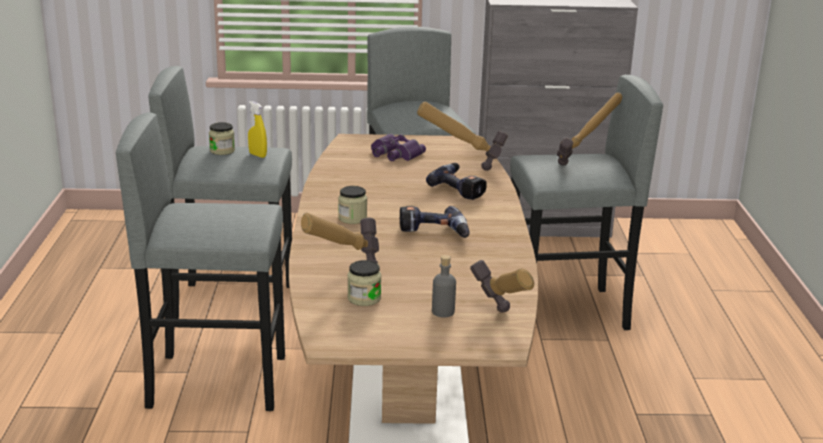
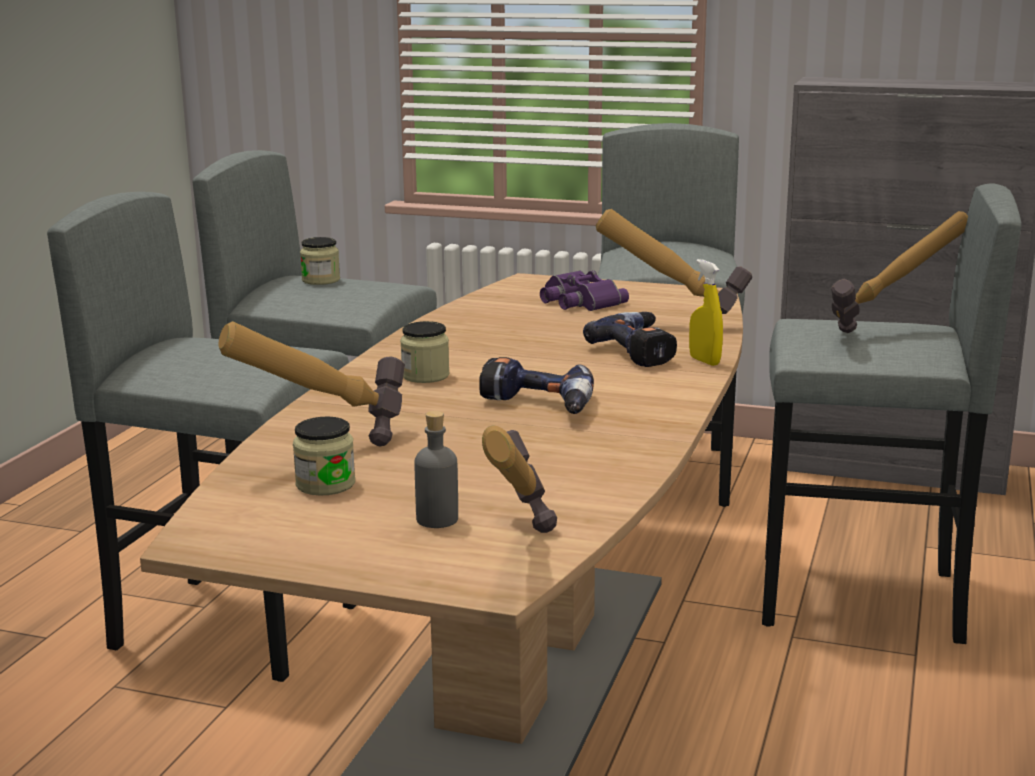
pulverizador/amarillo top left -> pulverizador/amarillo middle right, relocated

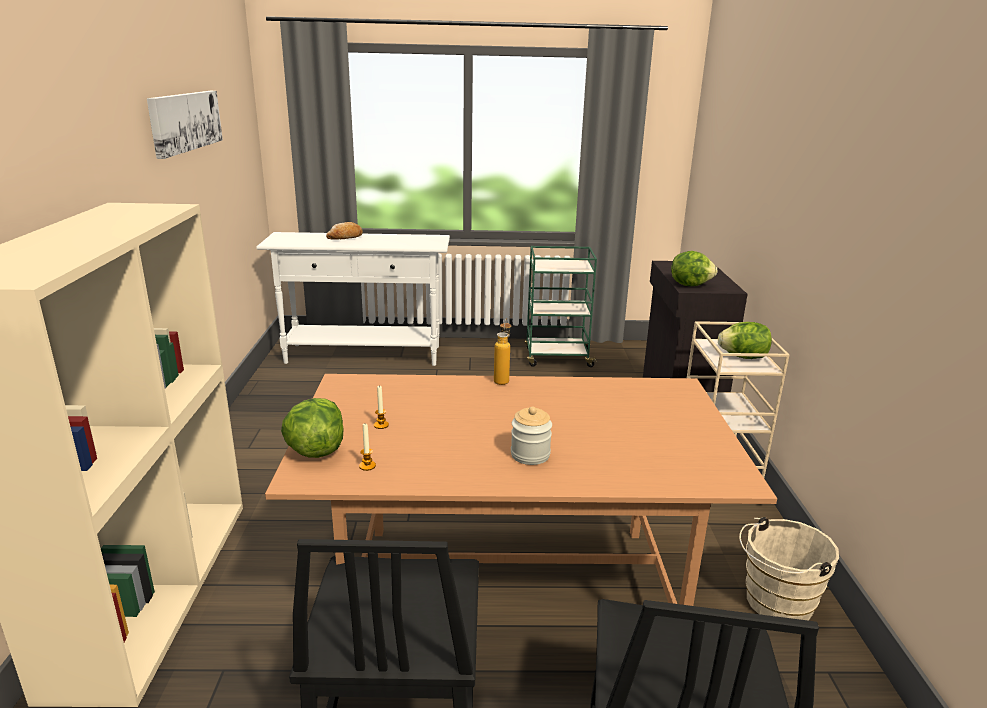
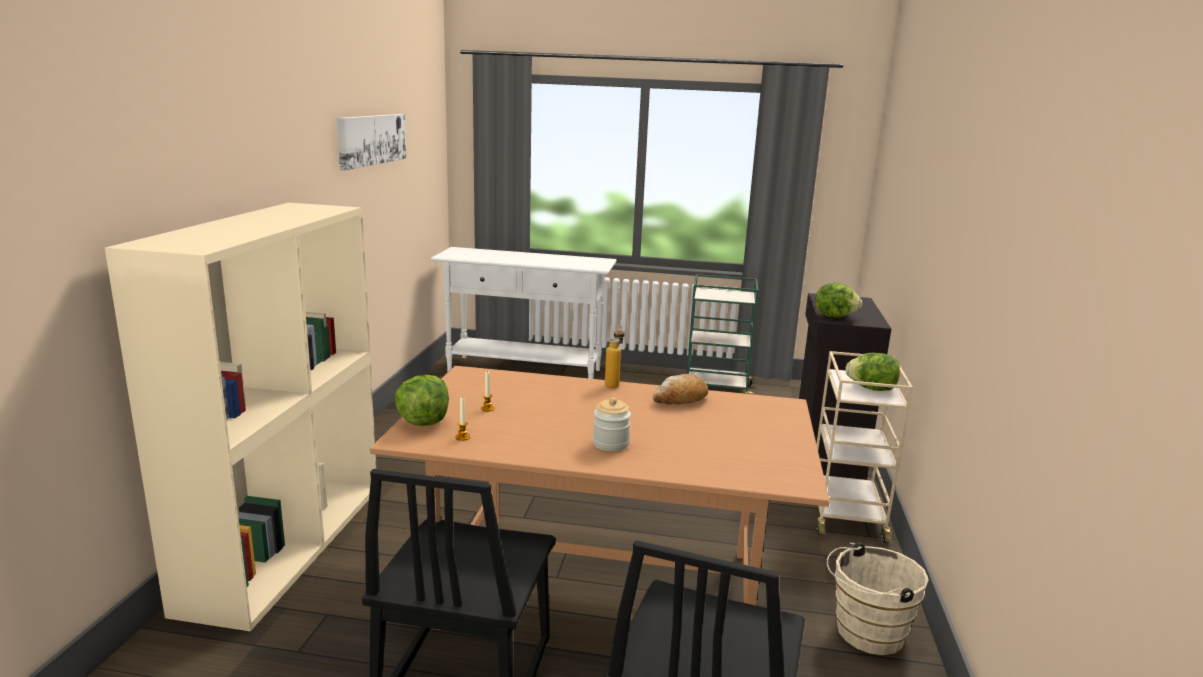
pan top centre -> pan centre, relocated

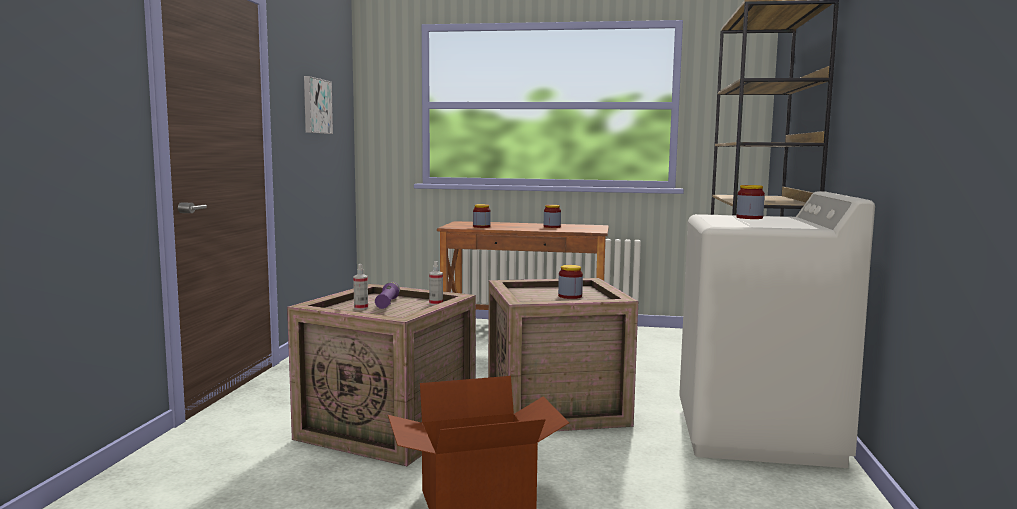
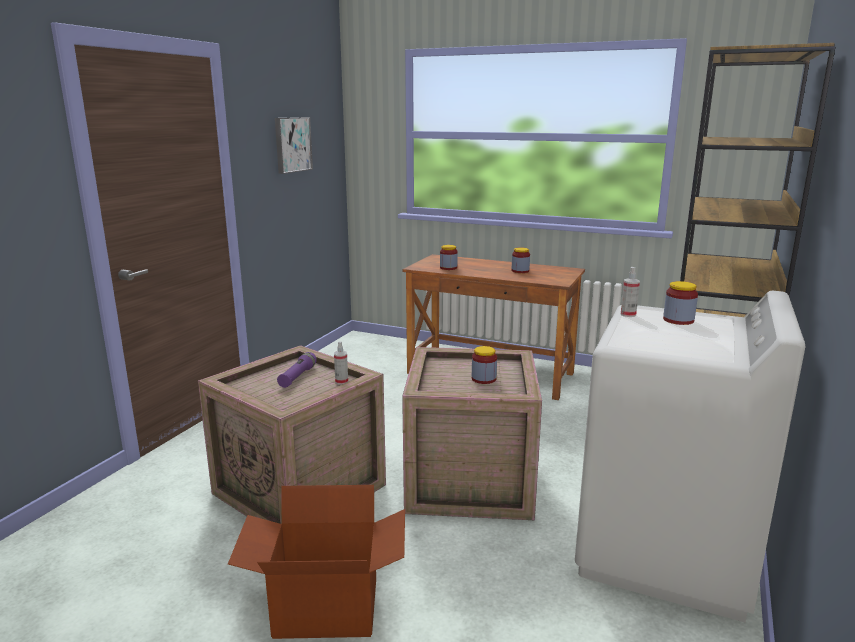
pulverizador (no. 1 from left in the first image) centre -> pulverizador (no. 2 from left) middle right, relocated

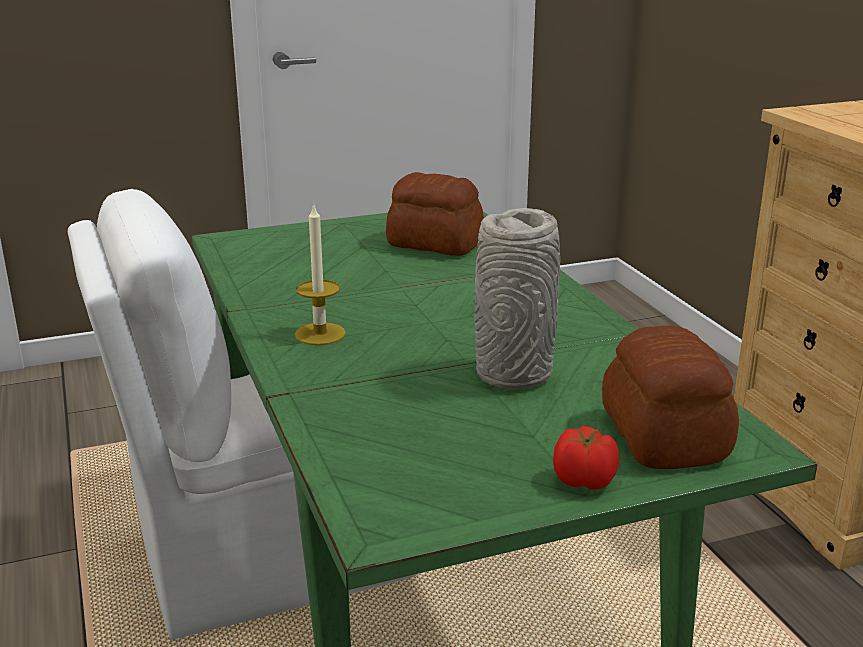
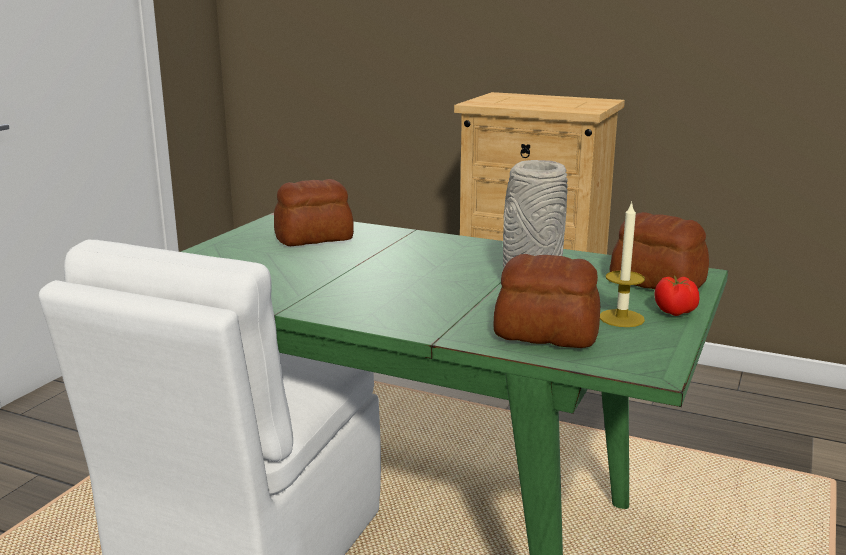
vela centre -> vela middle right, relocated
none -> pan (no. 2 from left) centre

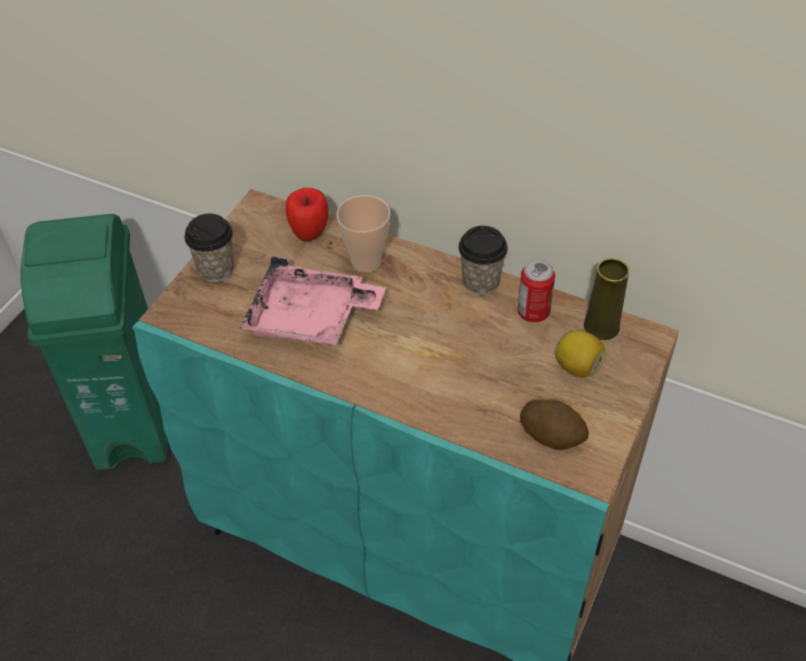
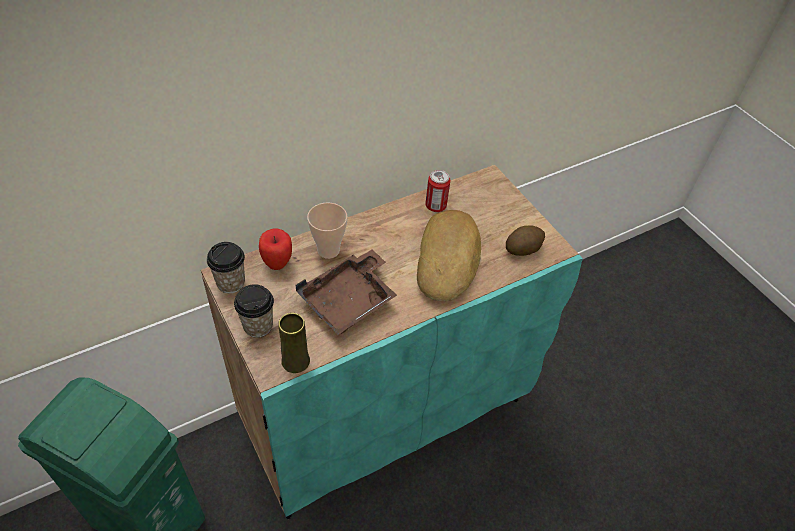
bandeja/rosa centre -> bandeja/marrón centre
taza (no. 3 from left in the first image) centre -> taza (no. 1 from left) middle left, relocated
limón middle right -> none
florero/amarillo middle right -> florero/amarillo centre, relocated
none -> pan centre

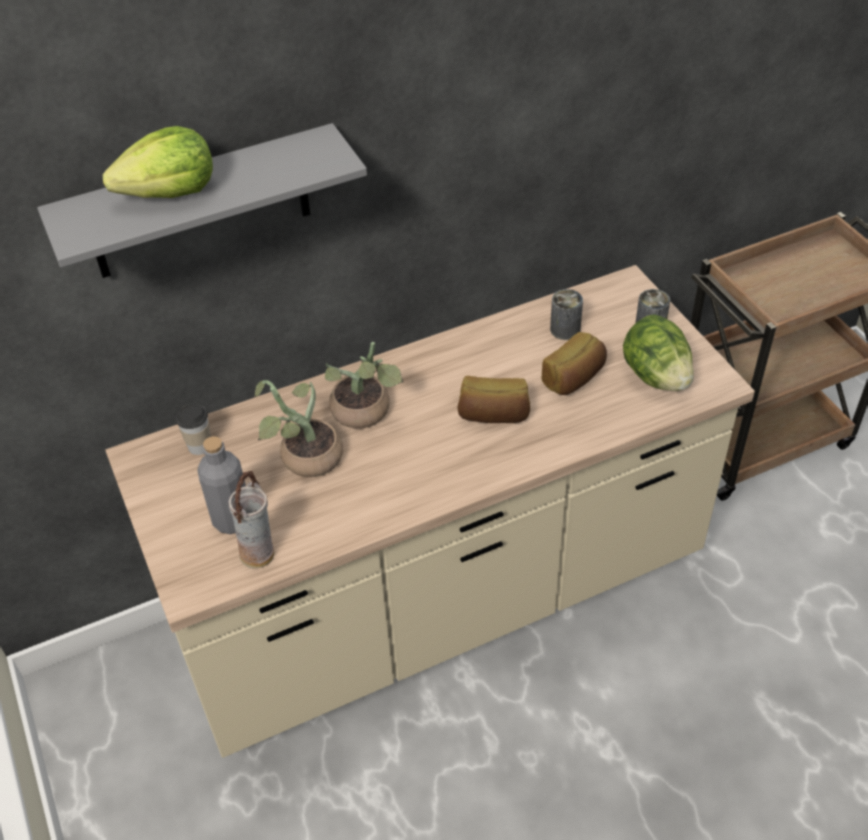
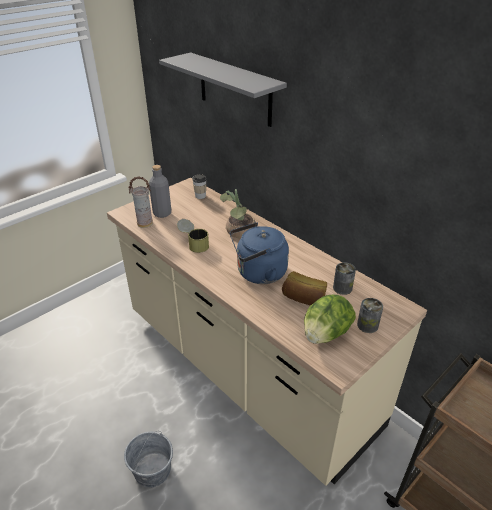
lechuga (no. 1 from left) top left -> none
planta en maceta (no. 1 from left) centre -> none
pan (no. 1 from left) centre -> hervidor/azul centre
none -> cubo/gris bottom left
none -> lata (no. 1 from left) centre

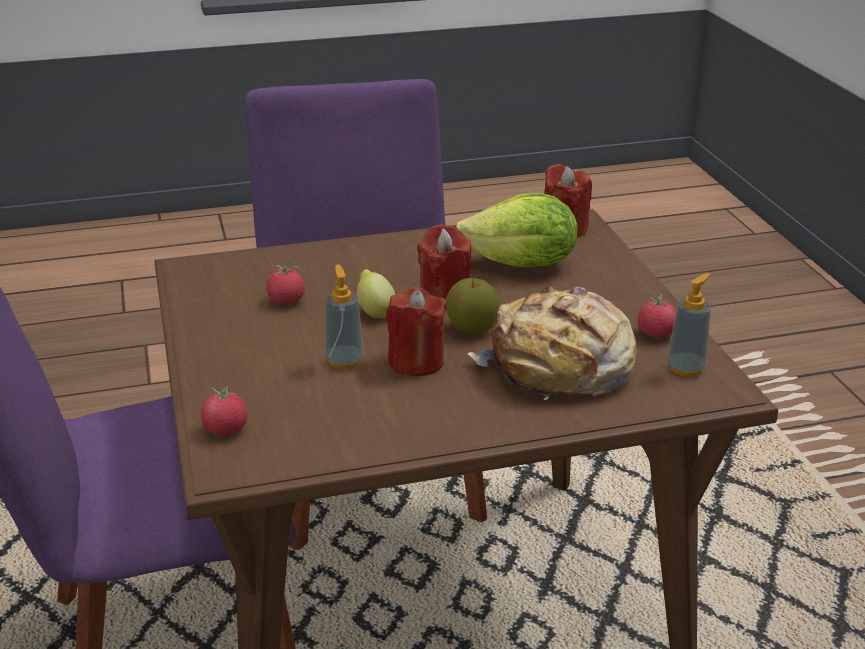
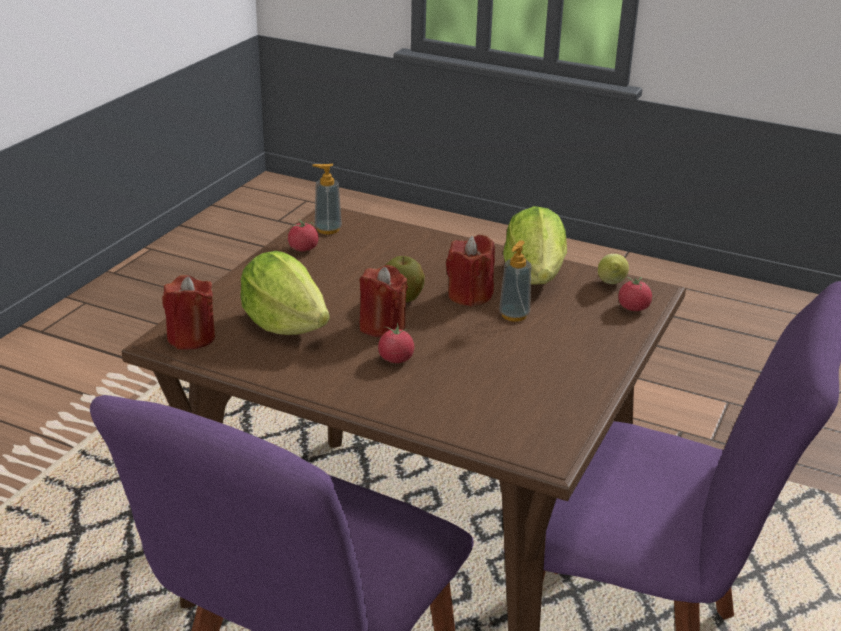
tomate (no. 2 from left) middle left -> tomate (no. 2 from left) centre, relocated
limón centre -> limón middle right, relocated
pan centre -> none
none -> lechuga (no. 2 from left) centre

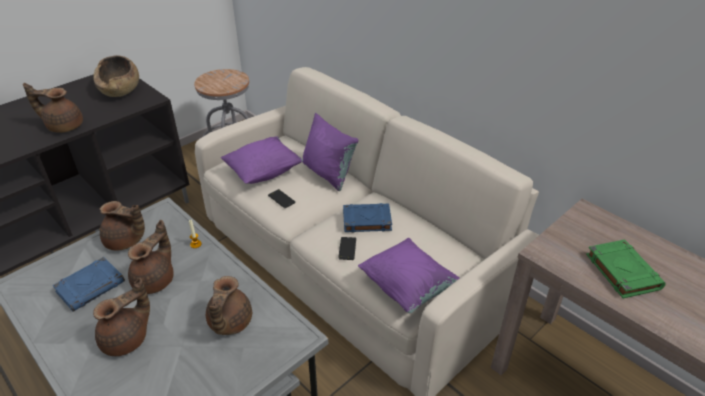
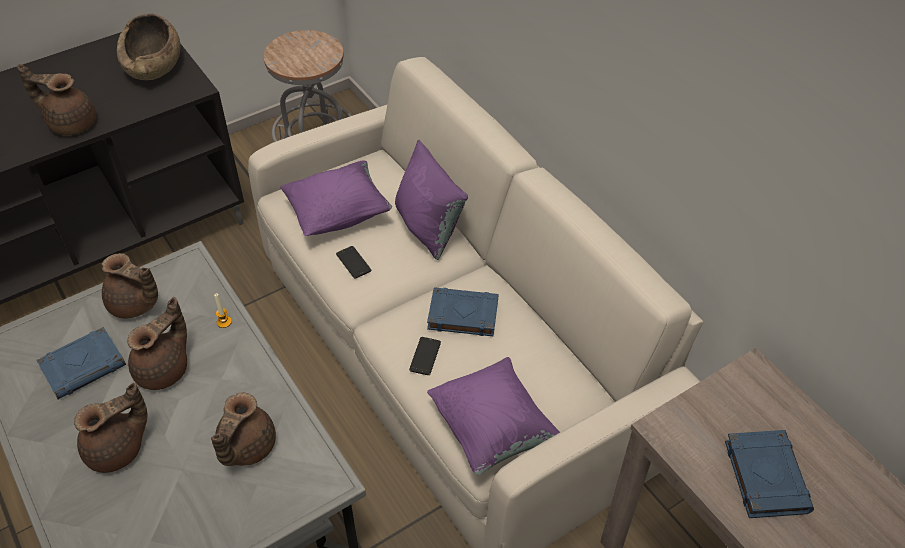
libro/verde bottom right -> libro/azul (no. 3 from left) bottom right

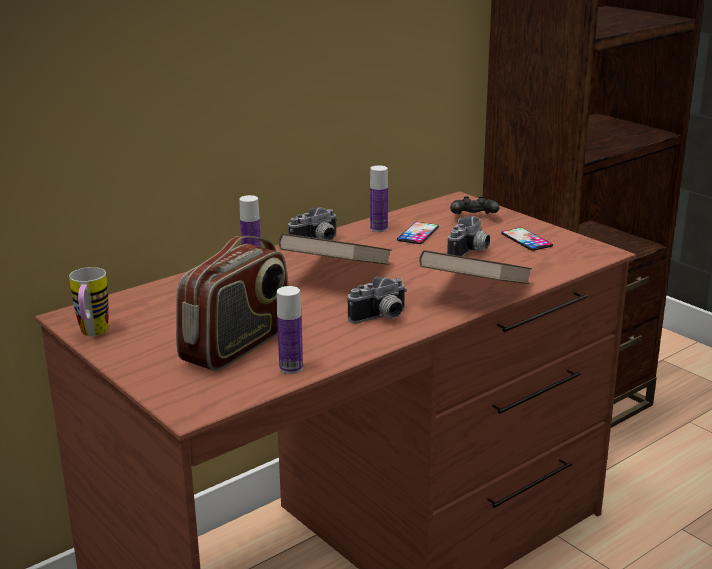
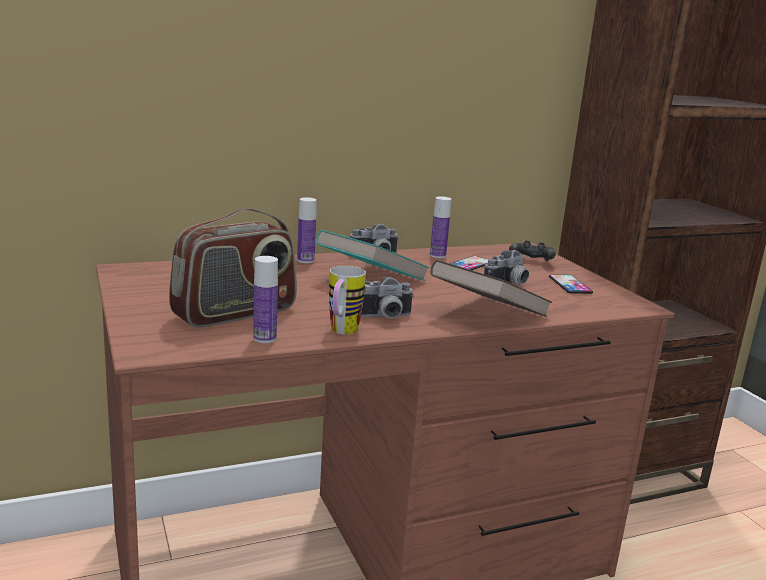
taza grande middle left -> taza grande centre, relocated
libro/marrón (no. 1 from left) centre -> libro/turquesa centre

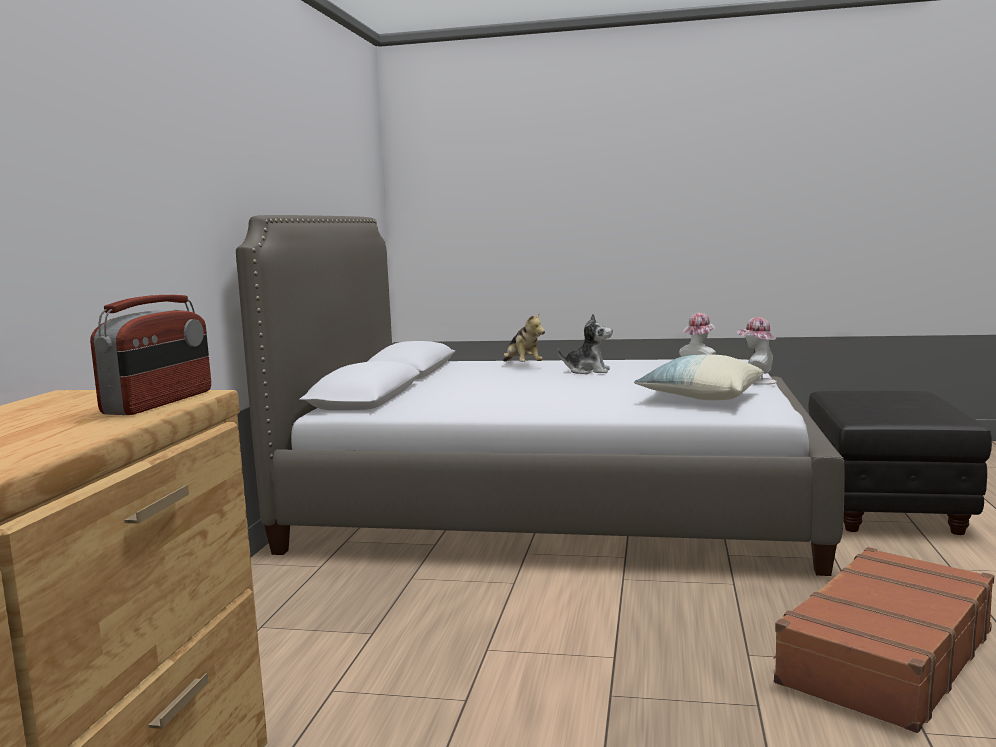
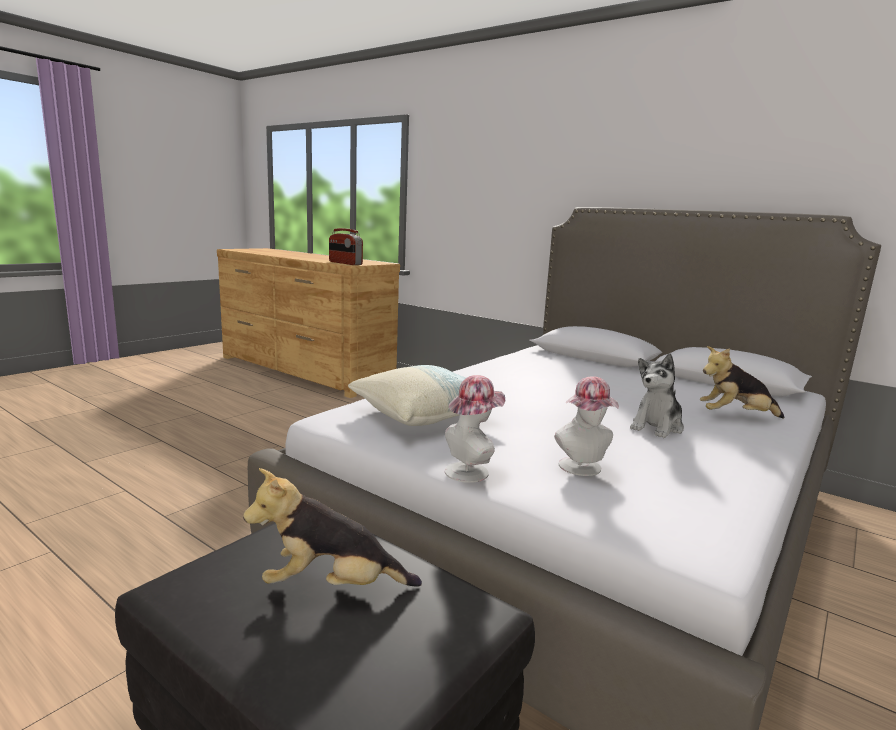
maleta/marrón bottom right -> none
none -> peluche (no. 1 from left) bottom centre

